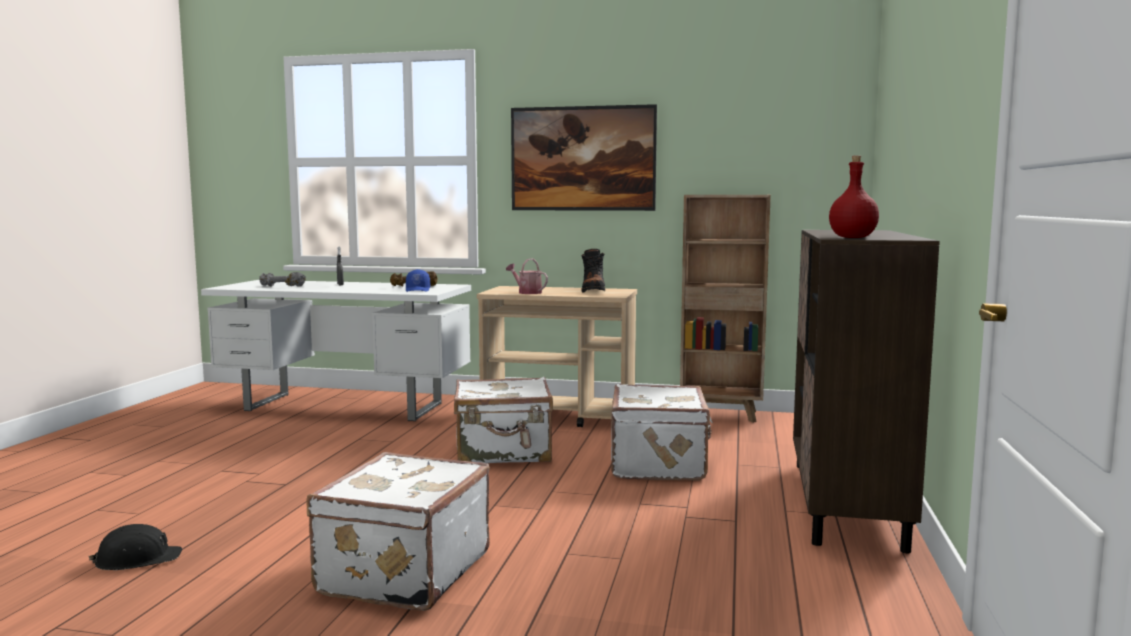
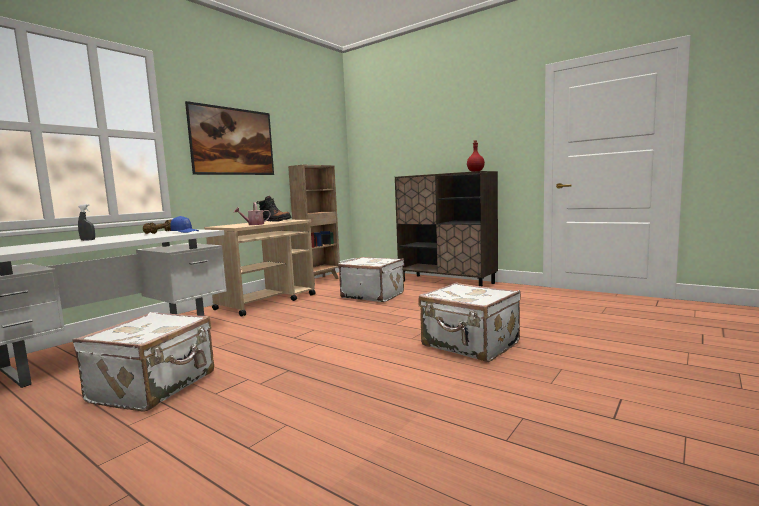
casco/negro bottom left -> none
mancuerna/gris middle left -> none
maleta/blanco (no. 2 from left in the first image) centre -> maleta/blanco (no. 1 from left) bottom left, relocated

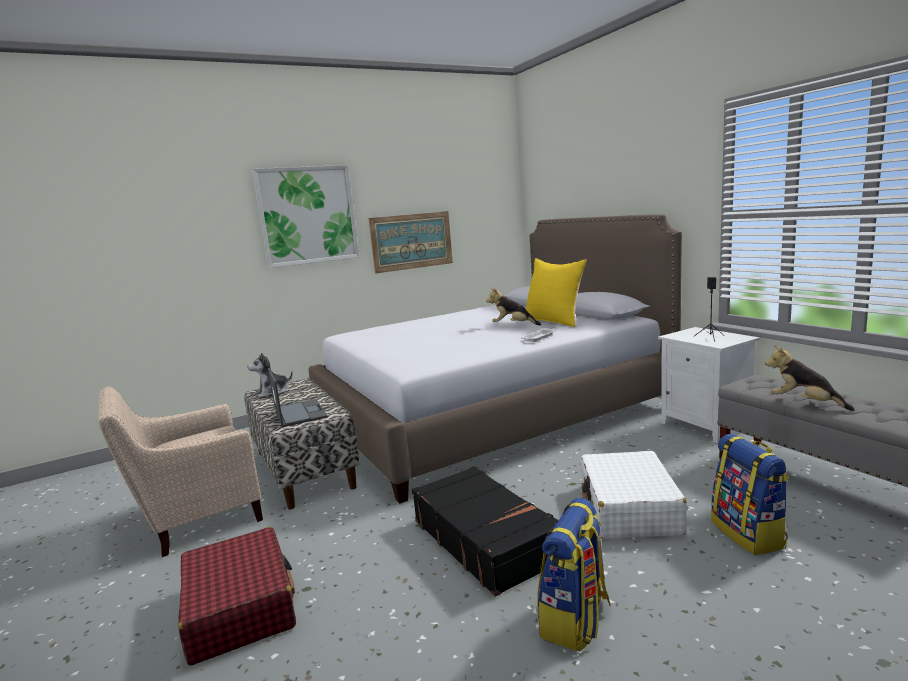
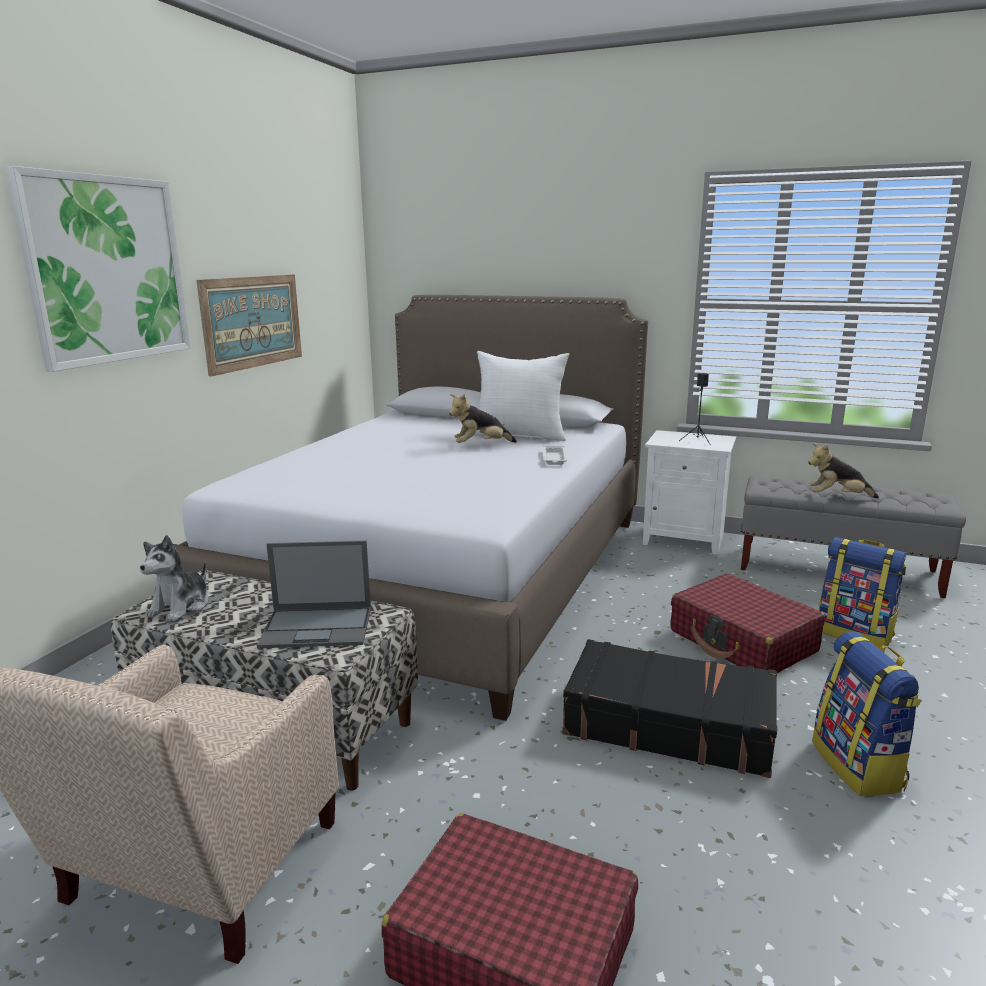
portátil middle left, 150 degrees clockwise
cojín/amarillo centre -> cojín/blanco centre
maleta/blanco bottom right -> maleta/rojo (no. 2 from left) middle right

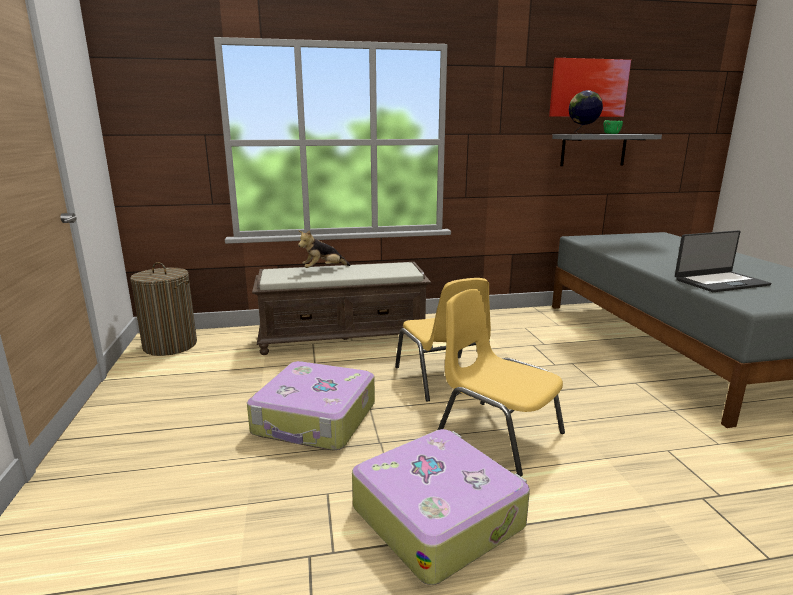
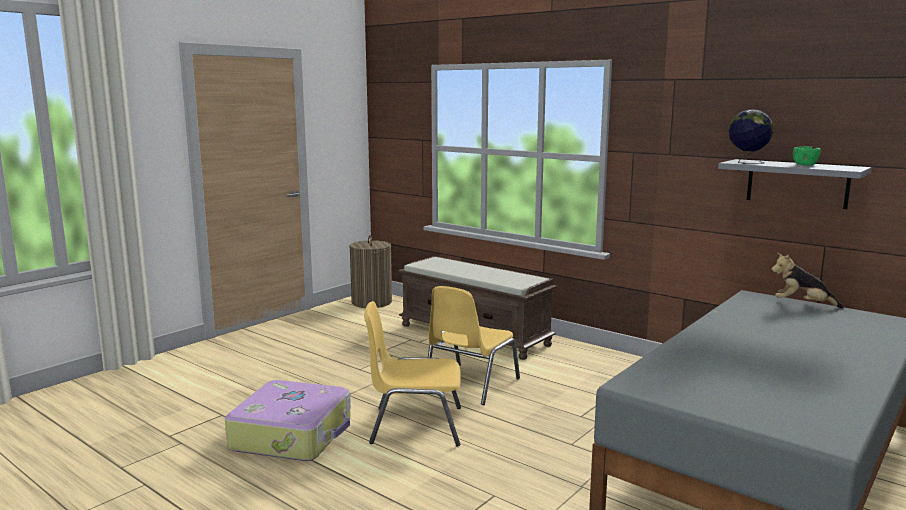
maleta (no. 1 from left) bottom centre -> none
peluche centre -> peluche middle right, relocated
silla/amarillo (no. 2 from left in the first image) centre -> silla/amarillo (no. 1 from left) bottom centre, 90 degrees counterclockwise
cuadro top right -> none
portátil middle right -> none

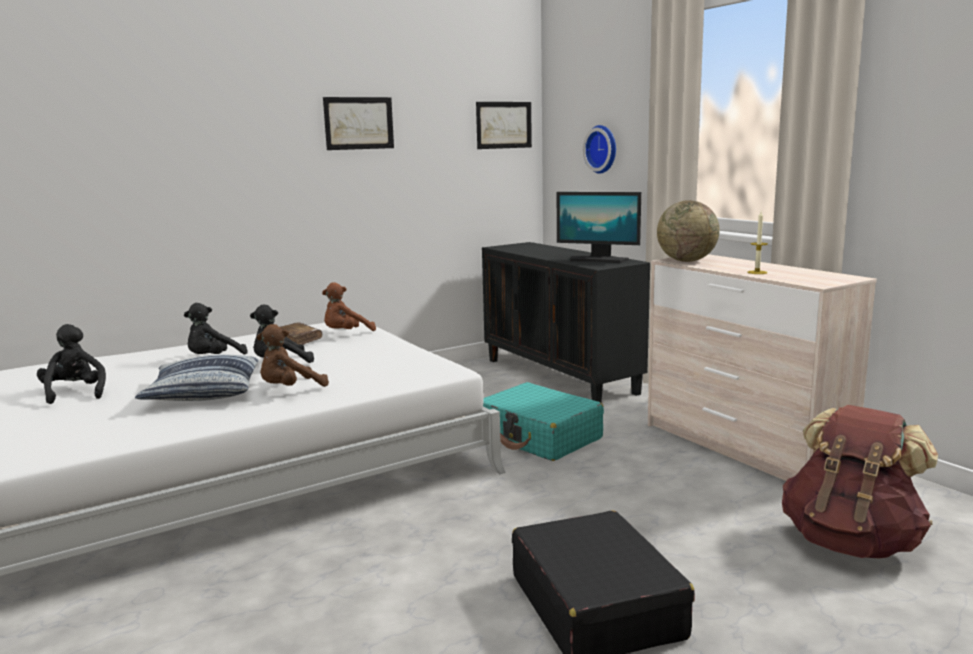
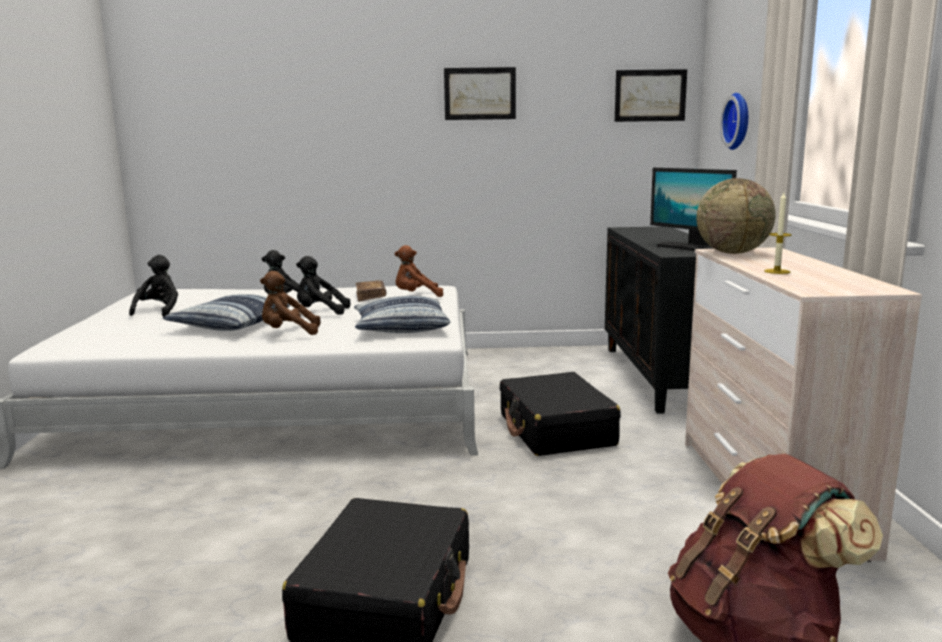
maleta/turquesa centre -> maleta/negro (no. 2 from left) centre
none -> cojín (no. 2 from left) centre

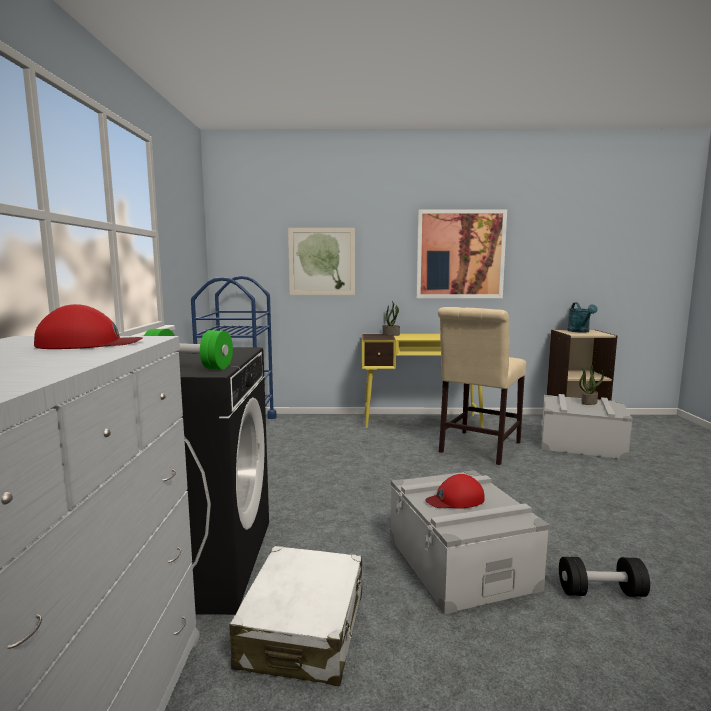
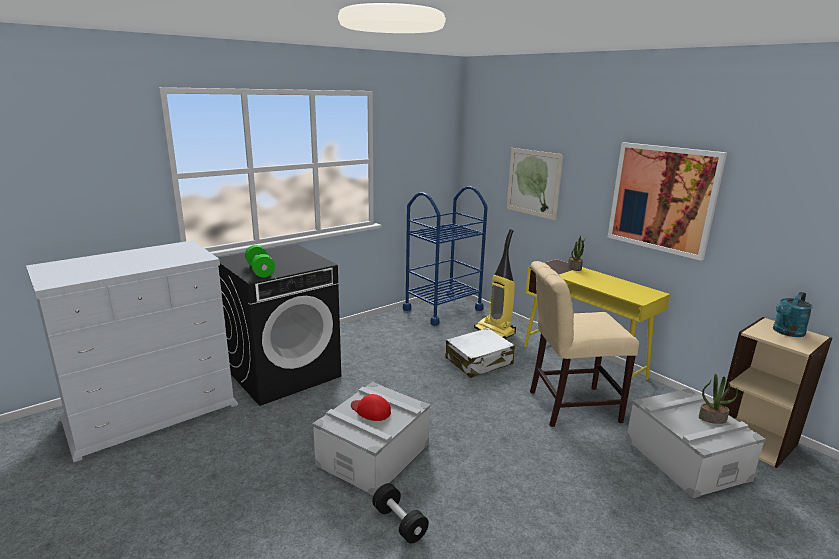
gorra/rojo (no. 1 from left) middle left -> none
maleta/blanco bottom centre -> maleta/blanco centre, relocated
none -> aspiradora centre

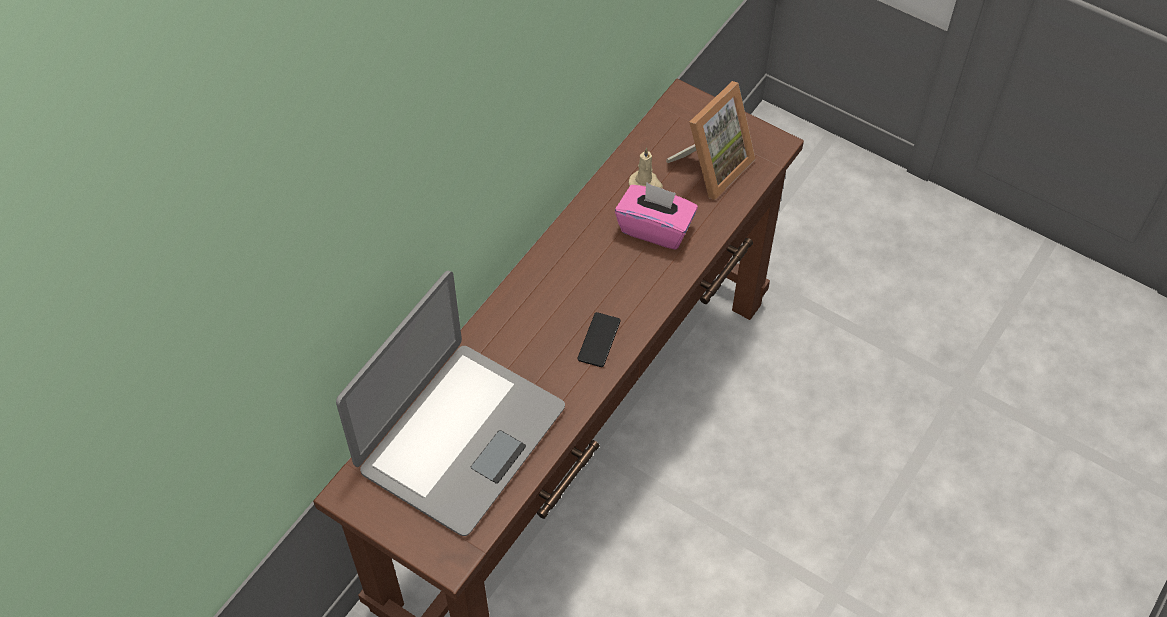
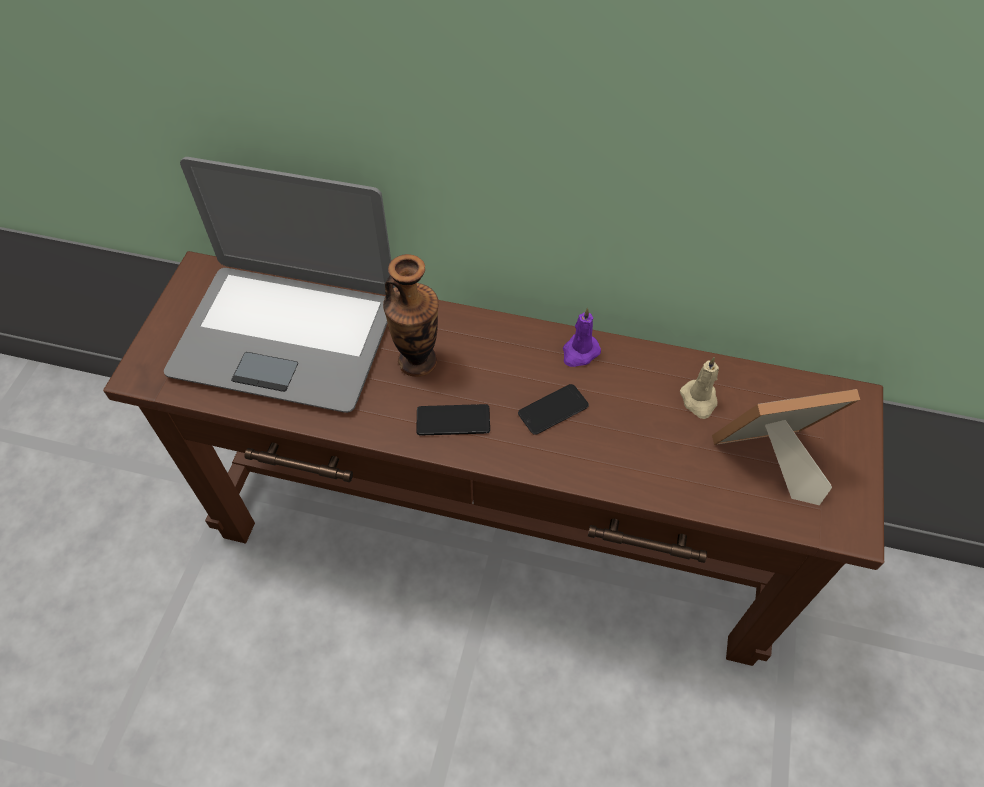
caja de pañuelos/rosa centre -> none
portarretratos top centre -> portarretratos middle right, 150 degrees clockwise
none -> florero centre
none -> móvil (no. 2 from left) centre
none -> vela/morado centre

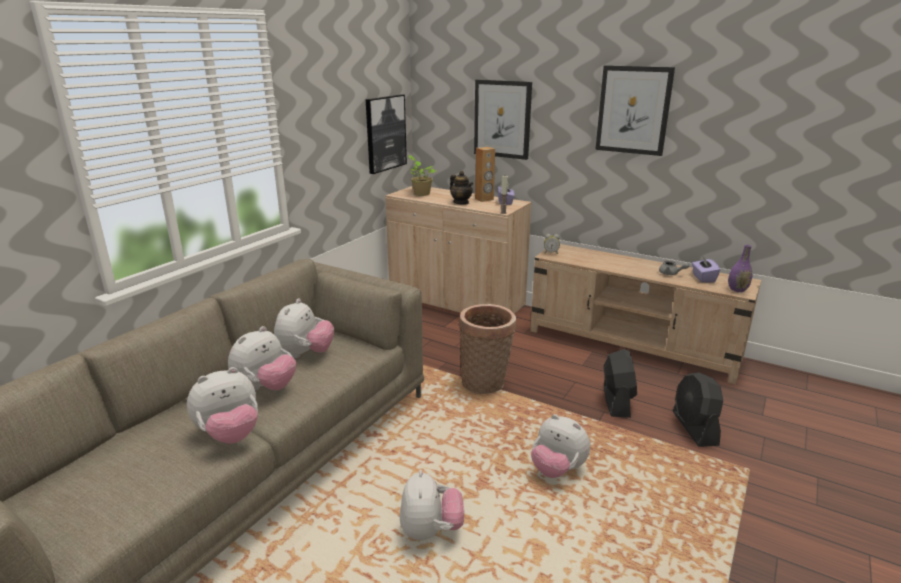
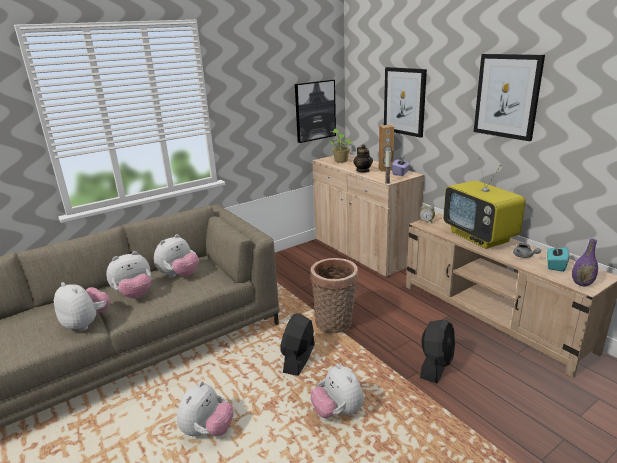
peluche (no. 1 from left) bottom left -> peluche (no. 1 from left) middle left, 135 degrees counterclockwise
ventilador/negro (no. 2 from left in the first image) bottom right -> ventilador/negro (no. 1 from left) bottom centre, relocated
caja de pañuelos/morado (no. 2 from left) middle right -> caja de pañuelos/turquesa middle right
none -> televisor middle right

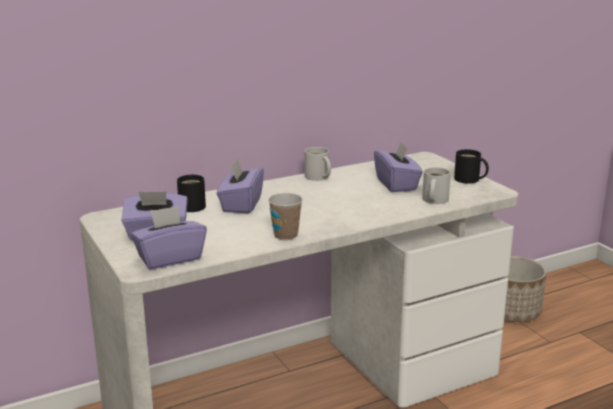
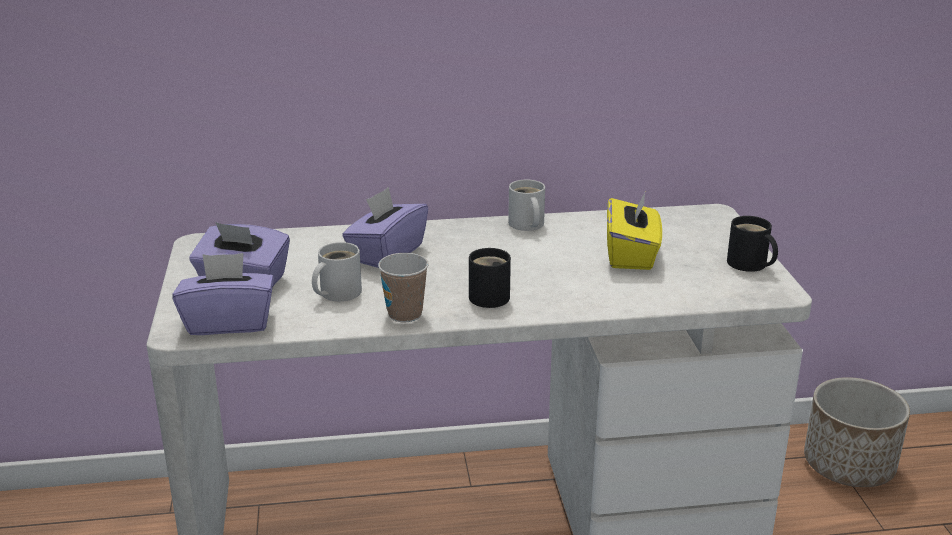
taza grande/negro (no. 1 from left) middle left -> taza grande/negro (no. 1 from left) centre, relocated
caja de pañuelos/morado (no. 4 from left) centre -> caja de pañuelos/amarillo centre
taza grande/blanco (no. 2 from left in the first image) middle right -> taza grande/blanco (no. 1 from left) centre, relocated

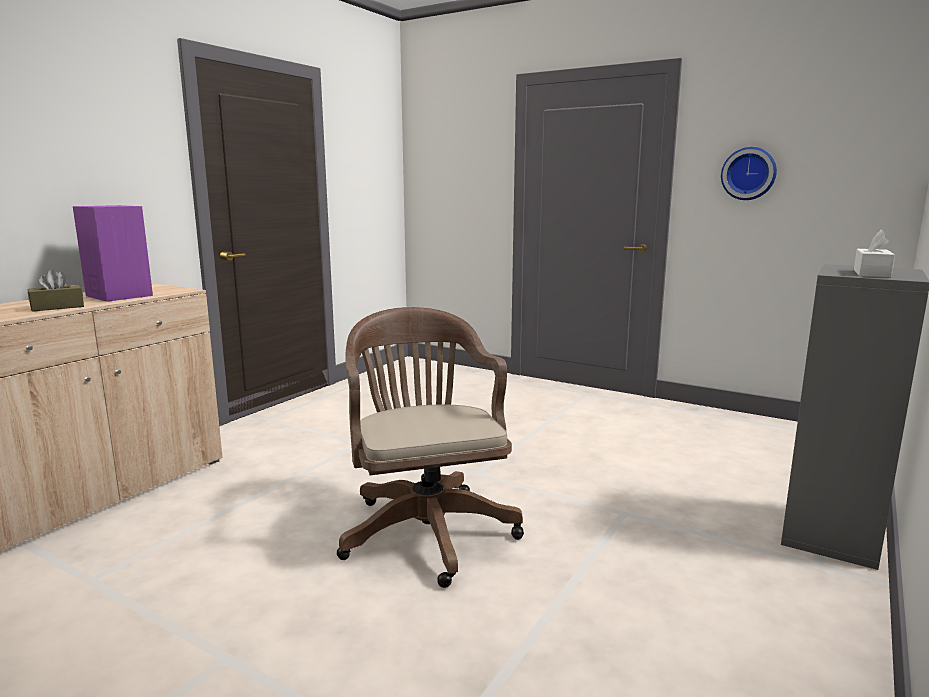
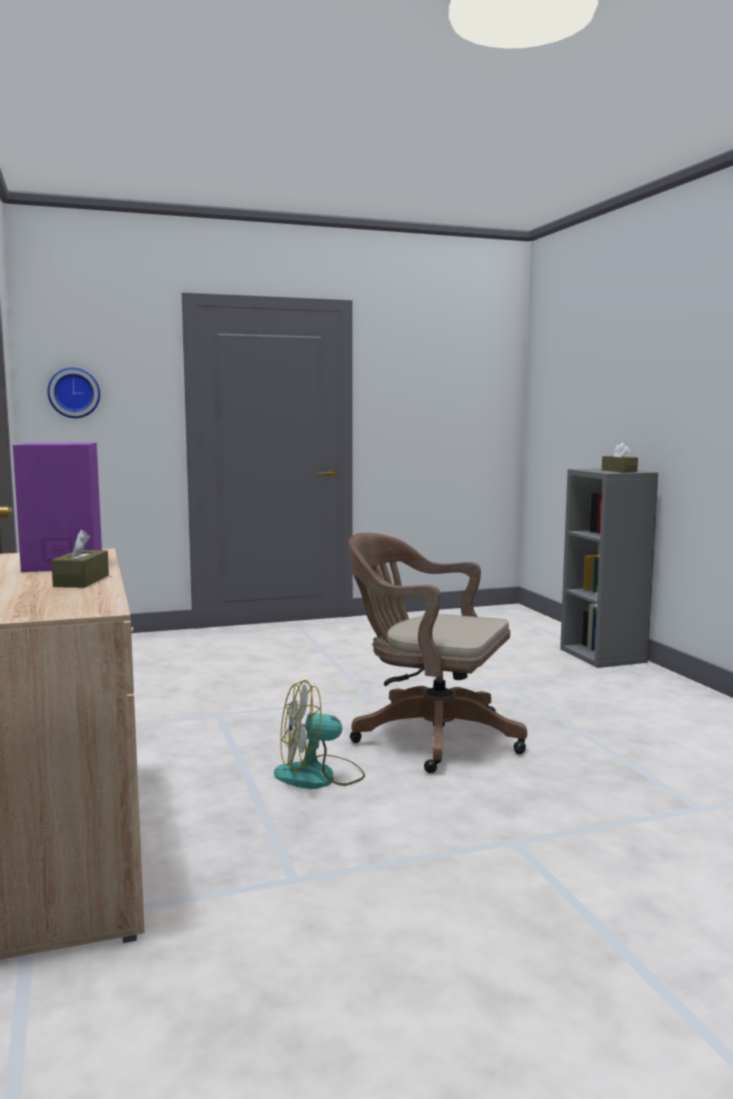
reloj de pared top right -> reloj de pared middle left, relocated
caja de pañuelos/blanco middle right -> caja de pañuelos/marrón (no. 2 from left) middle right
none -> ventilador bottom centre

